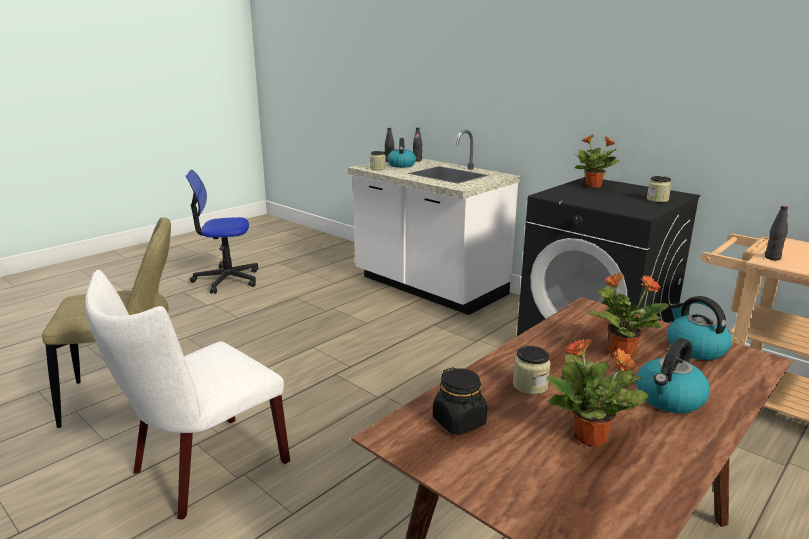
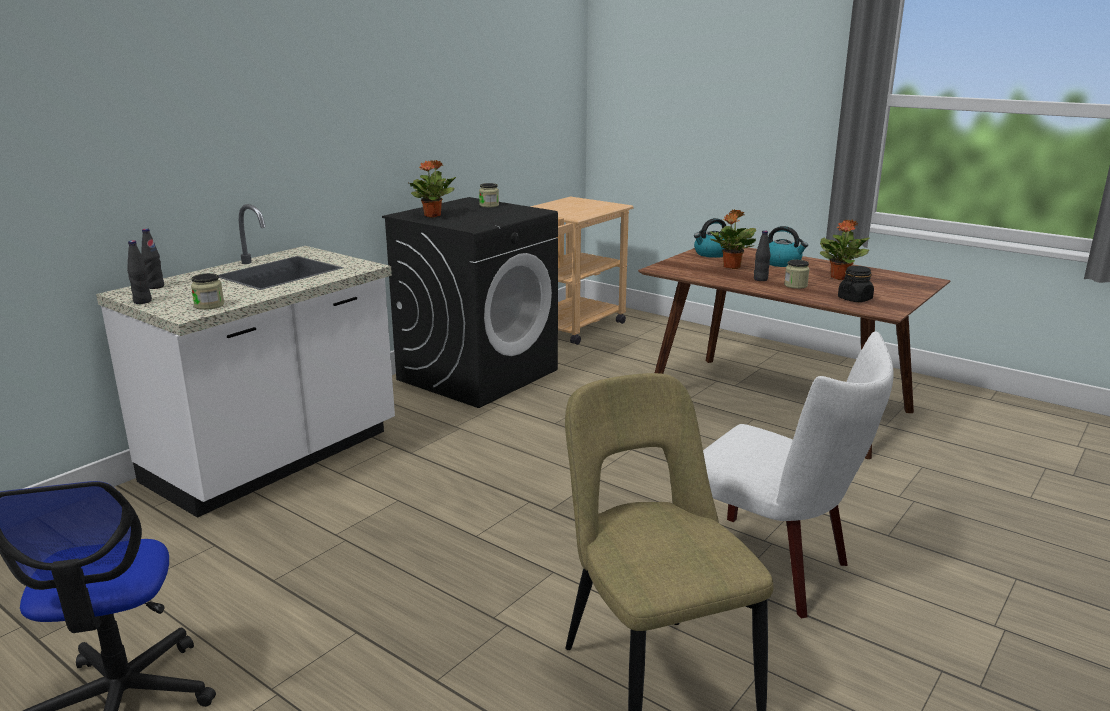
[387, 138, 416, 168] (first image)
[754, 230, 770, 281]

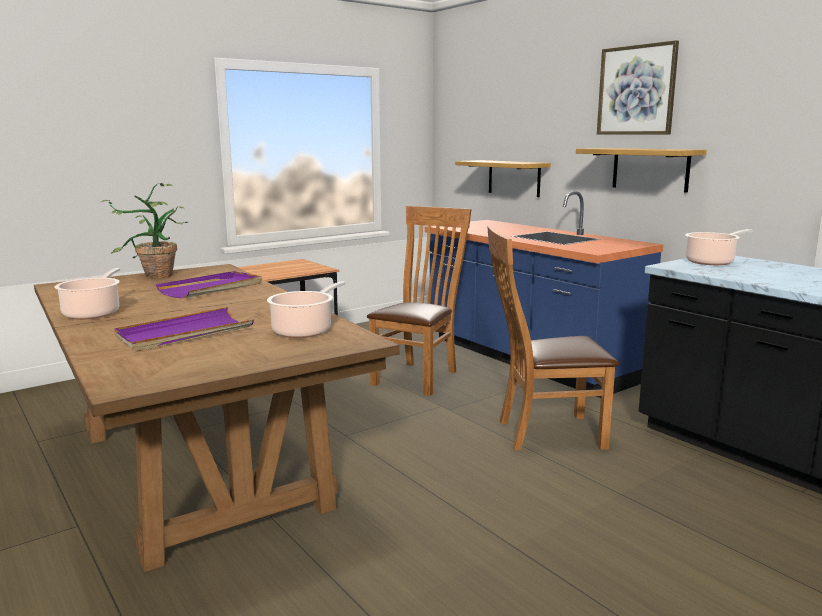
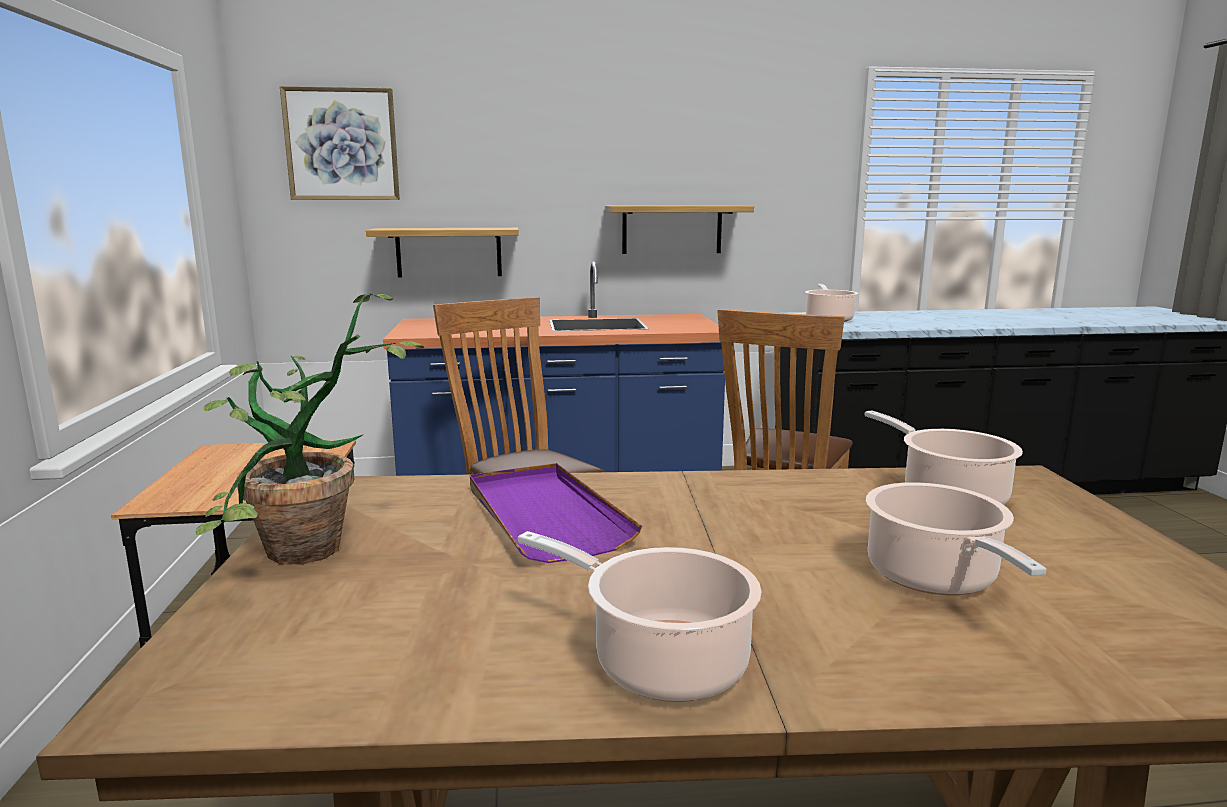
[280, 86, 400, 200]
[866, 482, 1046, 596]

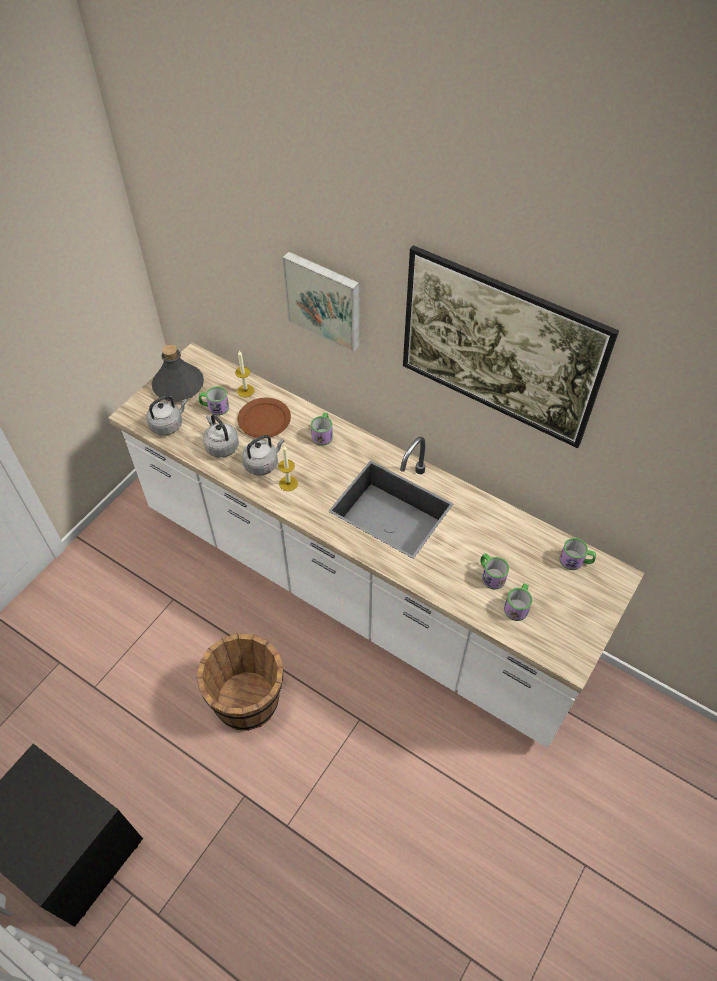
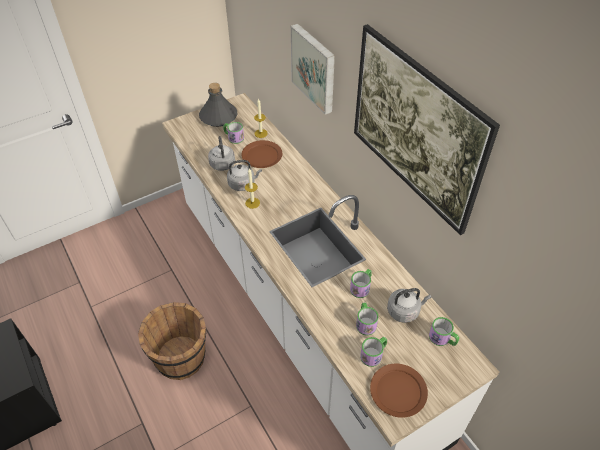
[370, 363, 428, 418]
[387, 288, 431, 323]
[350, 269, 372, 298]

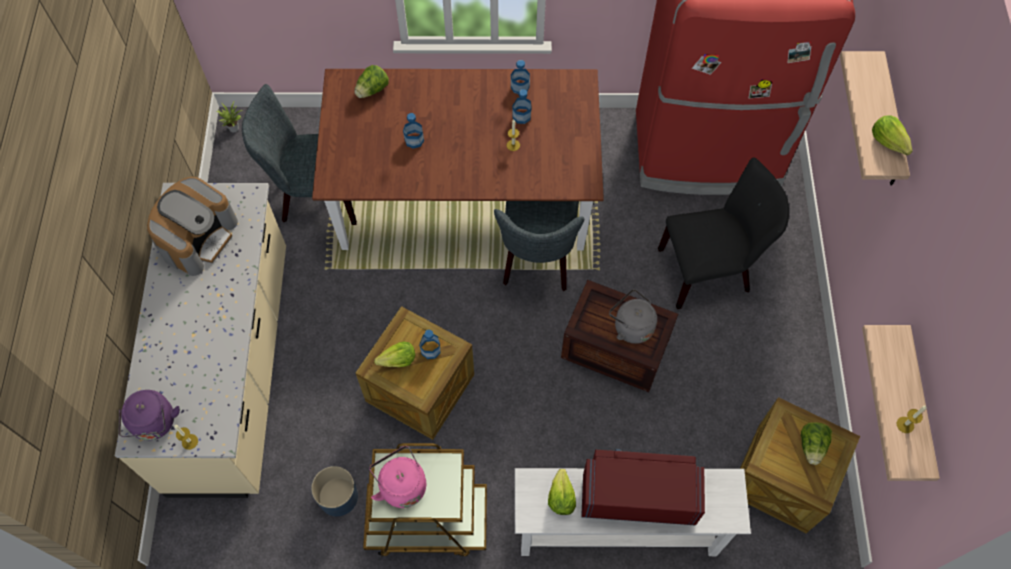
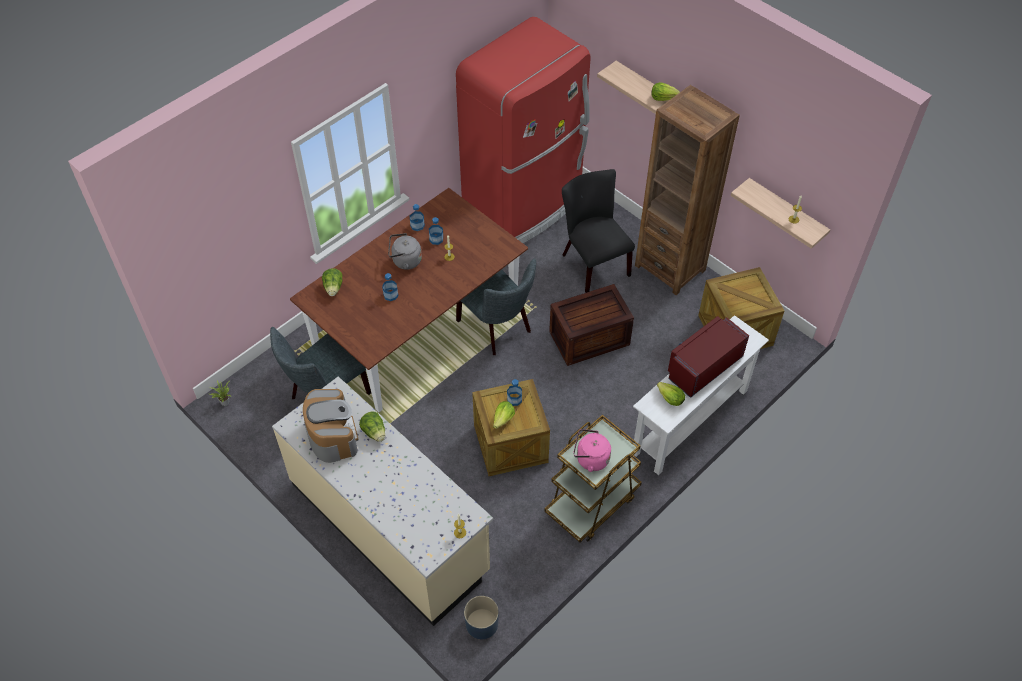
[118, 390, 180, 441] (first image)
[635, 85, 740, 295]
[464, 596, 499, 639]
[388, 233, 422, 270]
[359, 412, 385, 442]
[562, 169, 635, 293]

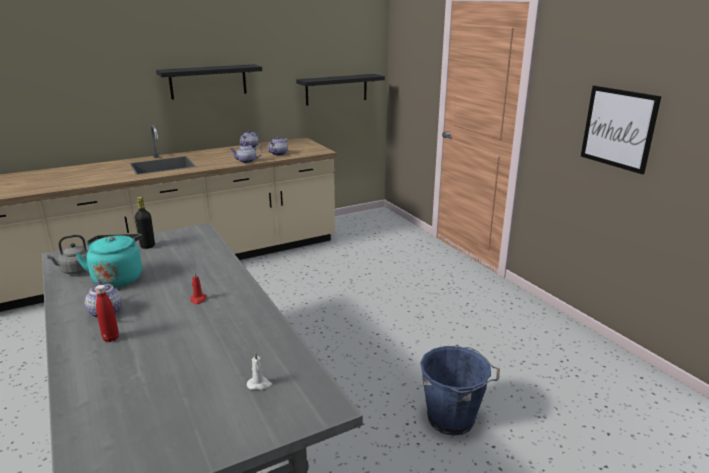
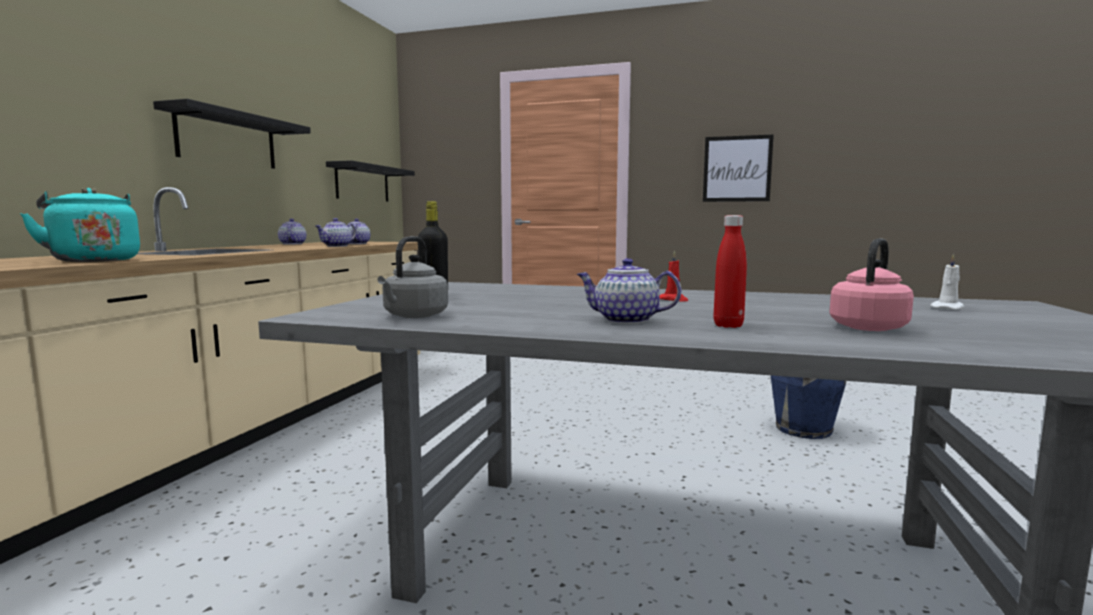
[829, 238, 914, 331]
[20, 188, 140, 262]

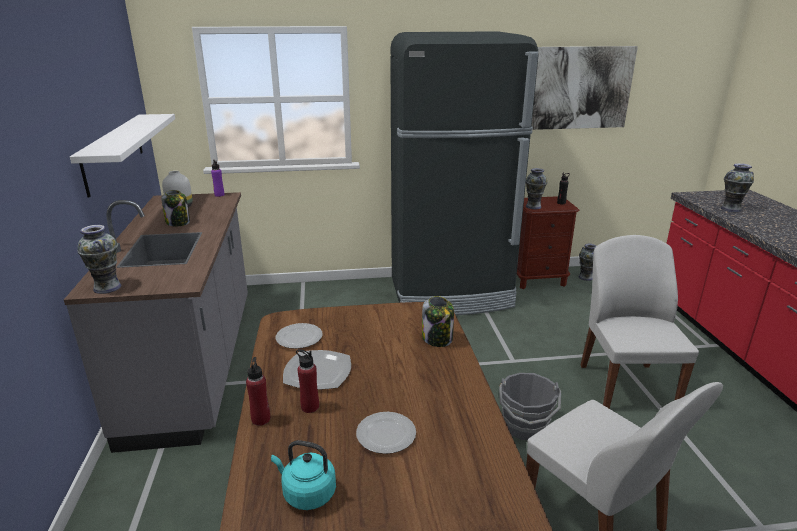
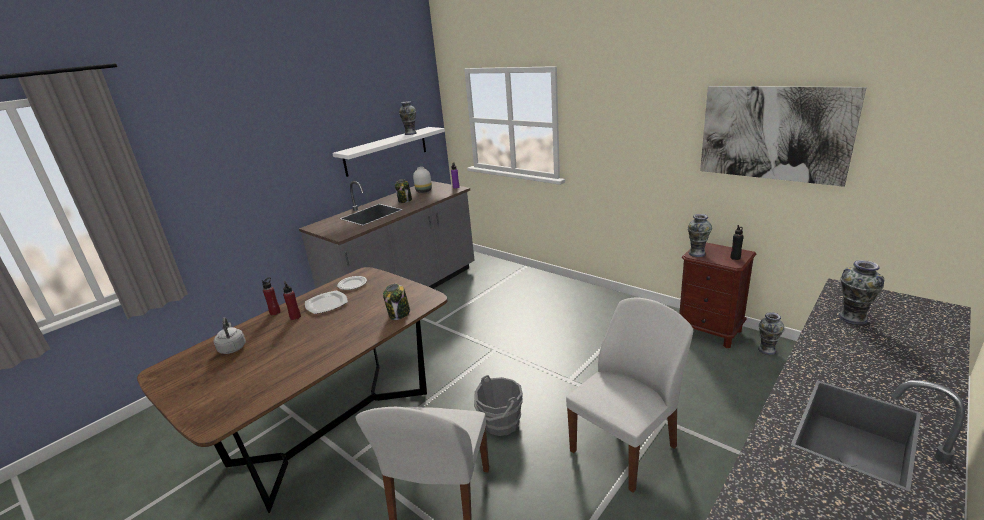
[356, 412, 416, 454] (first image)
[390, 31, 539, 315] (first image)
[399, 101, 416, 135]
[214, 317, 246, 354]

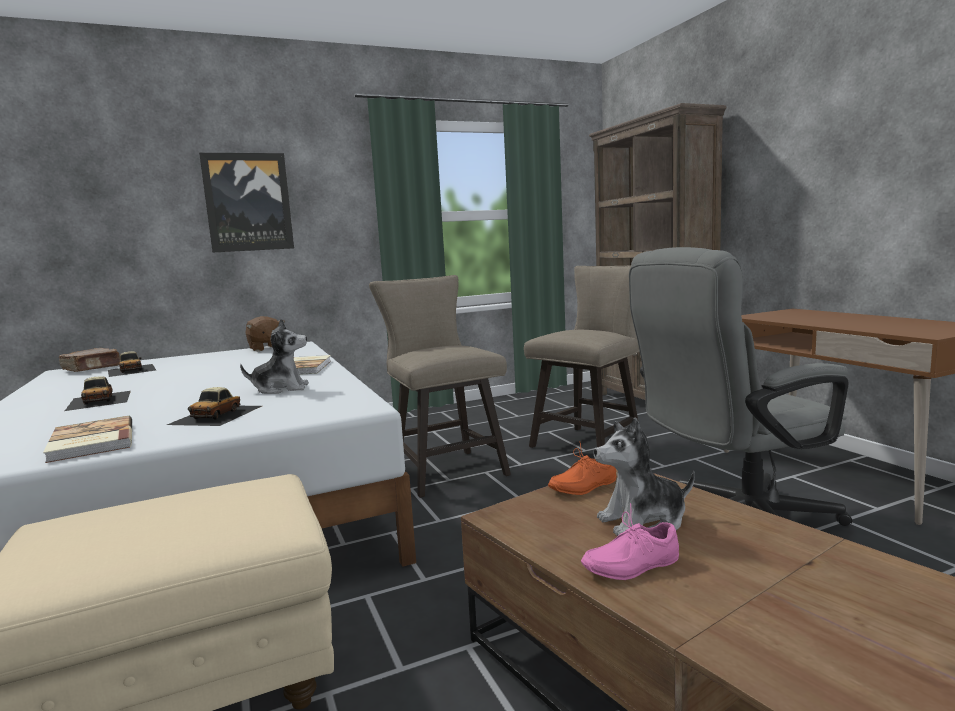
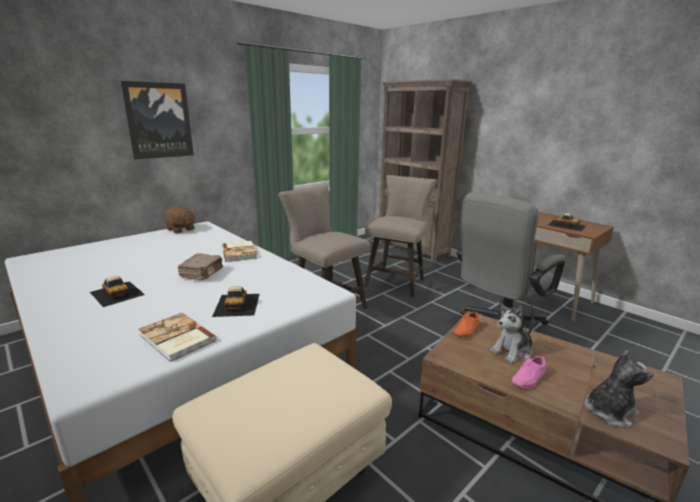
[178, 253, 223, 280]
[548, 213, 586, 232]
[585, 350, 653, 427]

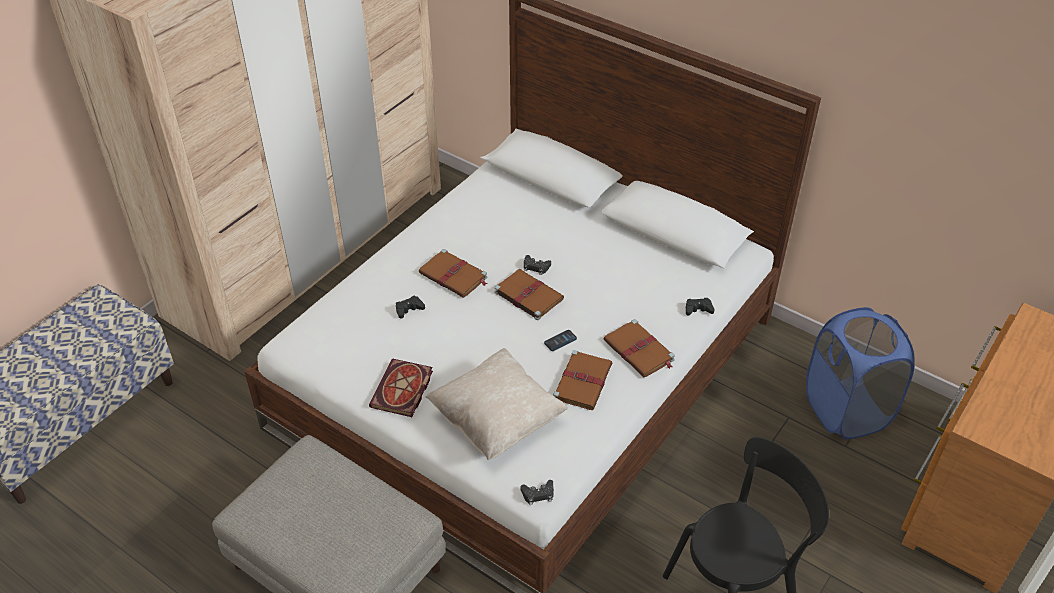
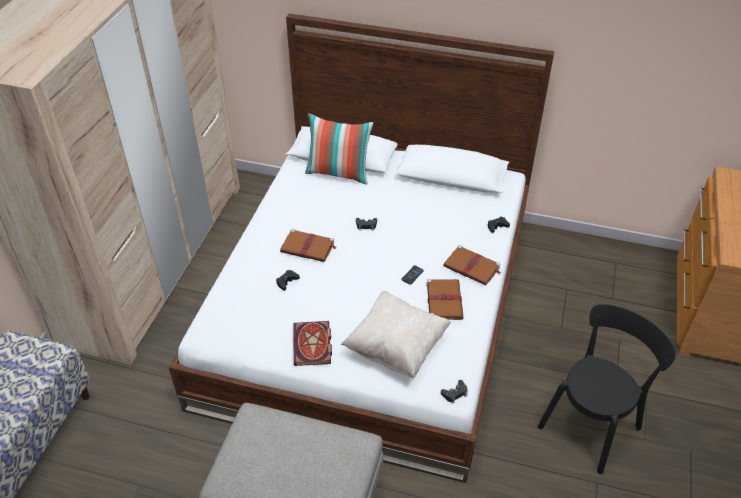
[494, 269, 564, 320] (first image)
[806, 307, 915, 440] (first image)
[305, 113, 373, 185]

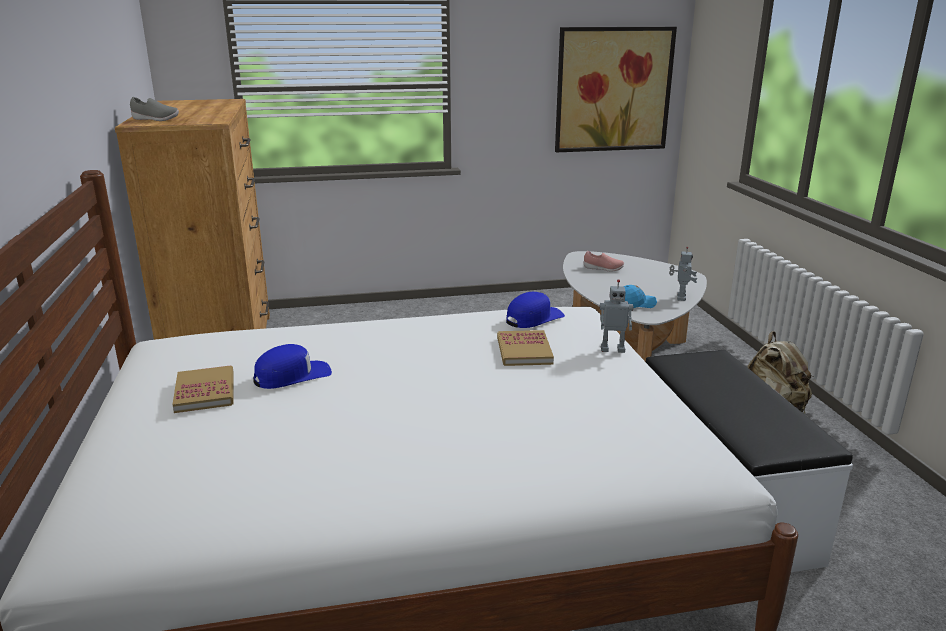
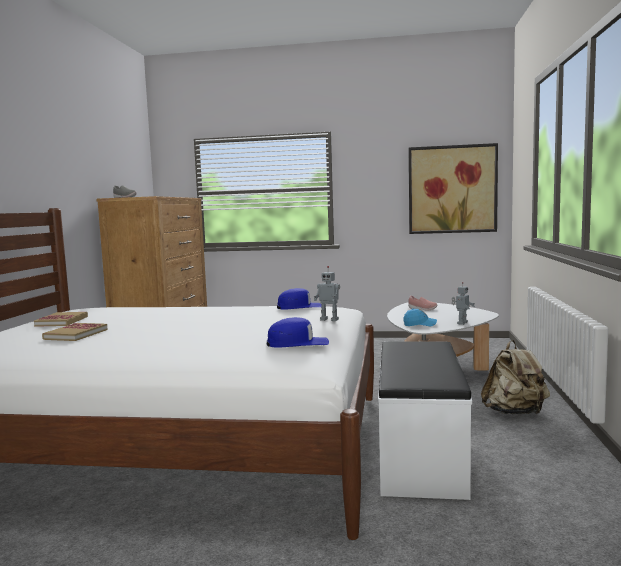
[267, 317, 329, 348]
[42, 323, 108, 341]

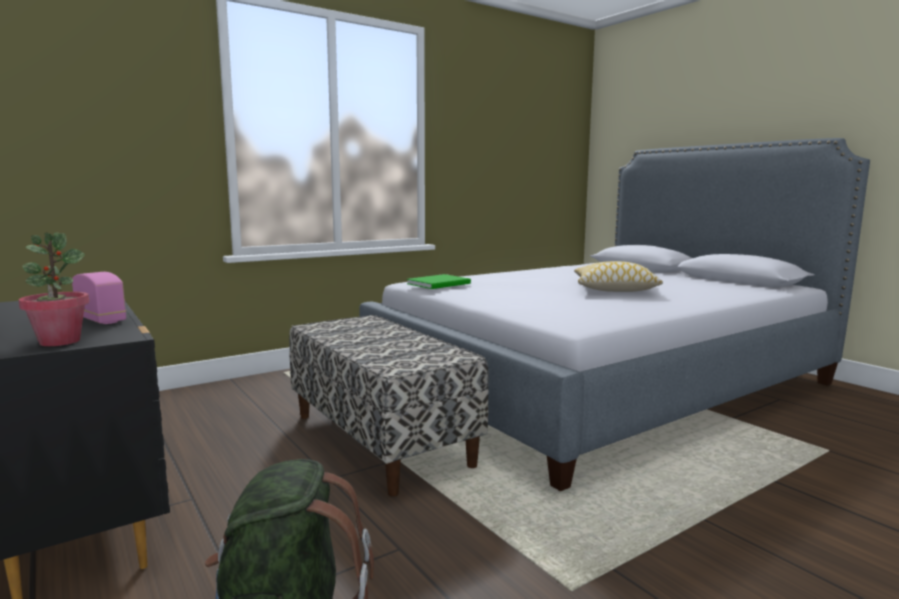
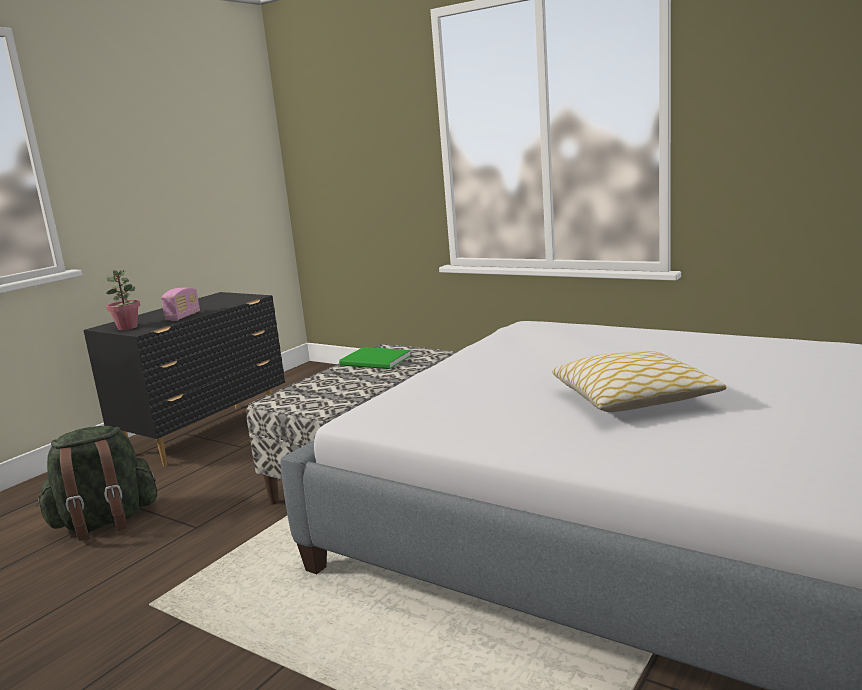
[339, 347, 411, 369]

